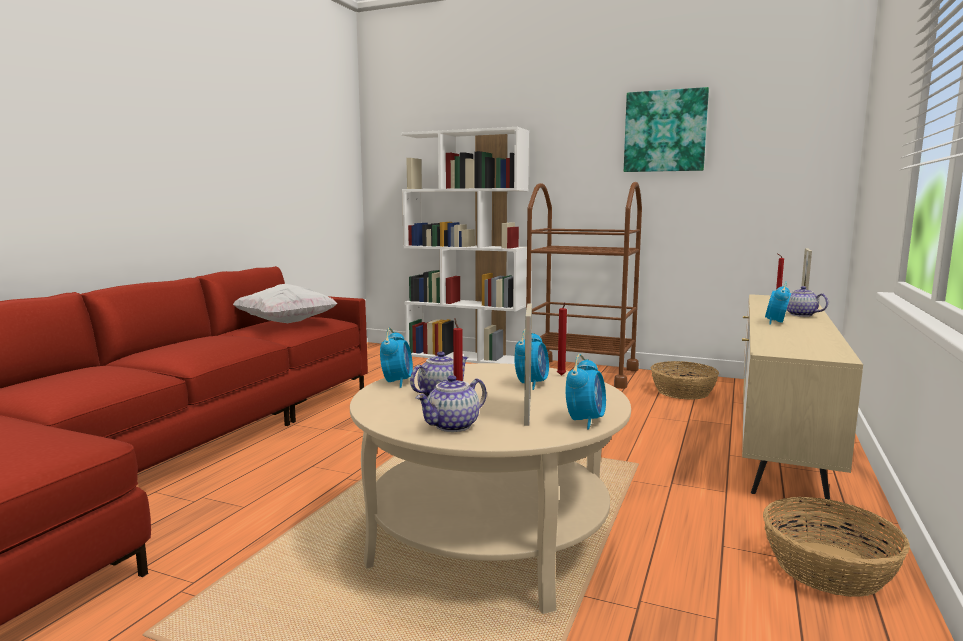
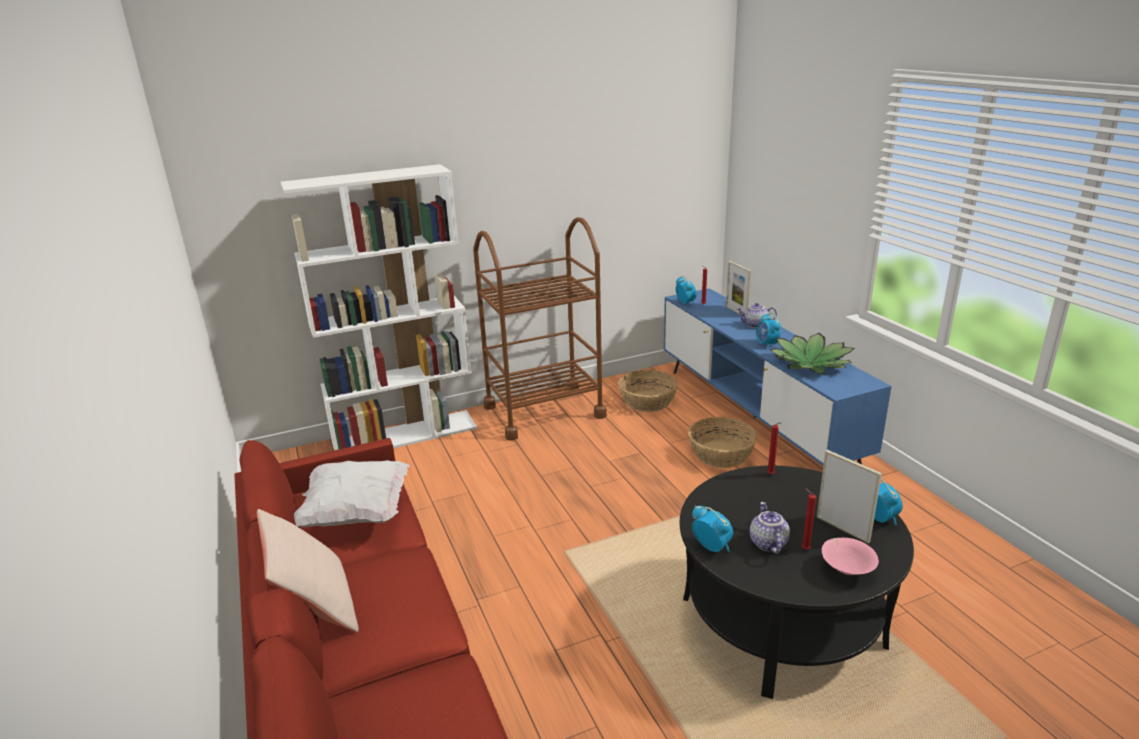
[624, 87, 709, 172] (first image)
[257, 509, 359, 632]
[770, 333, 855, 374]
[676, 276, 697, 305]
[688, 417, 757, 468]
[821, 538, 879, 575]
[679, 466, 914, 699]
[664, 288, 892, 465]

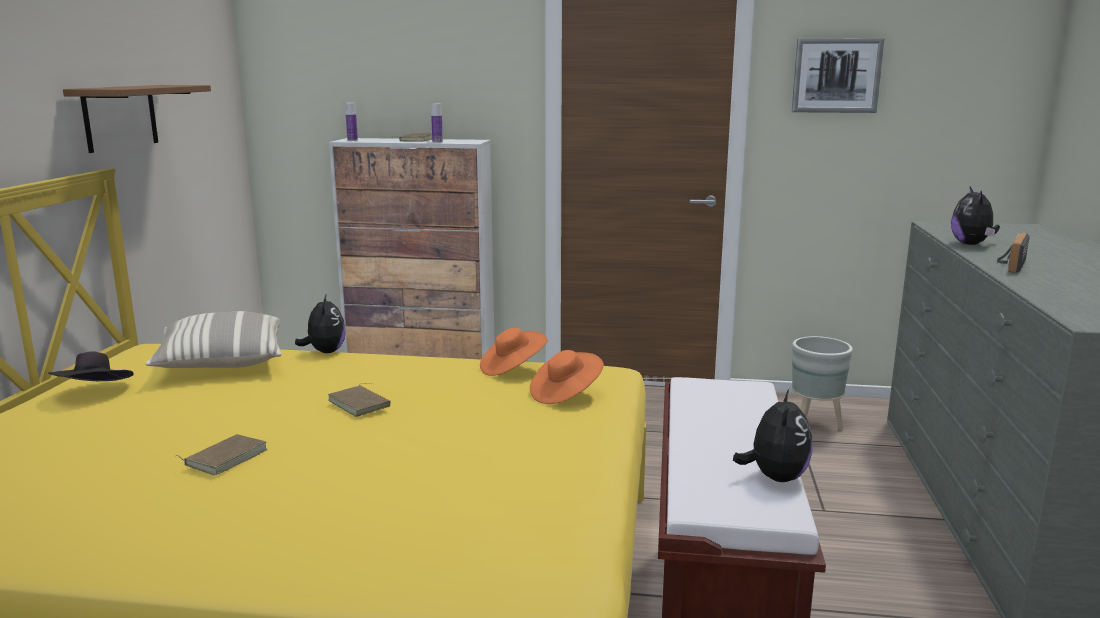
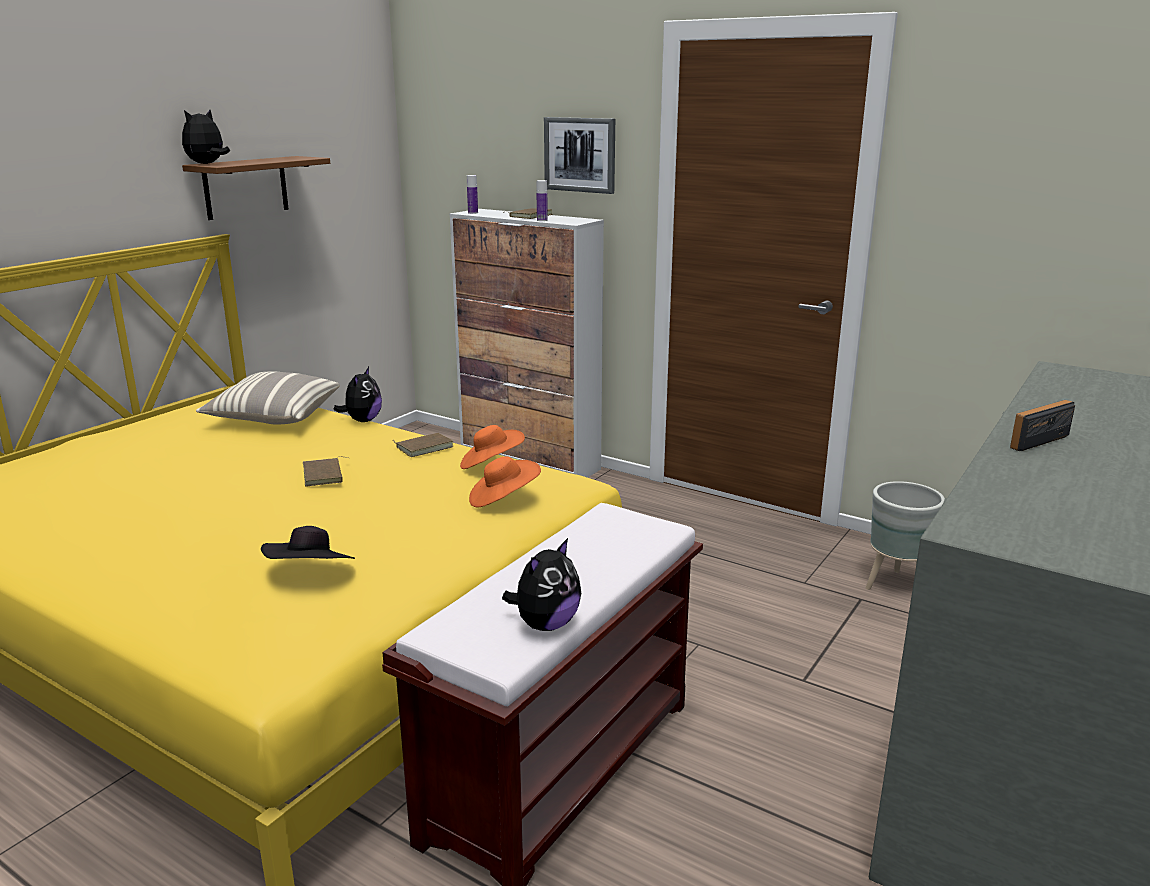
[261, 526, 355, 559]
[393, 433, 453, 457]
[544, 117, 615, 194]
[182, 110, 230, 164]

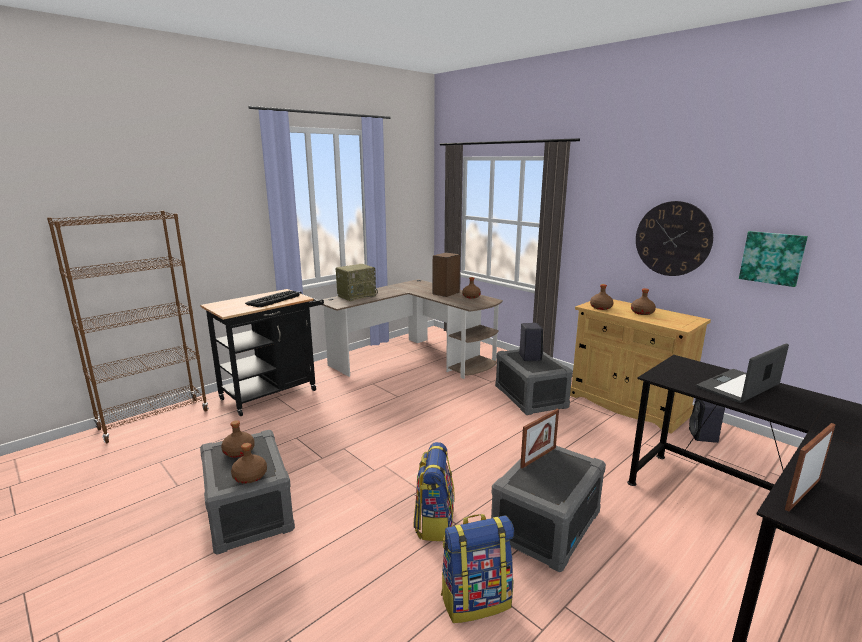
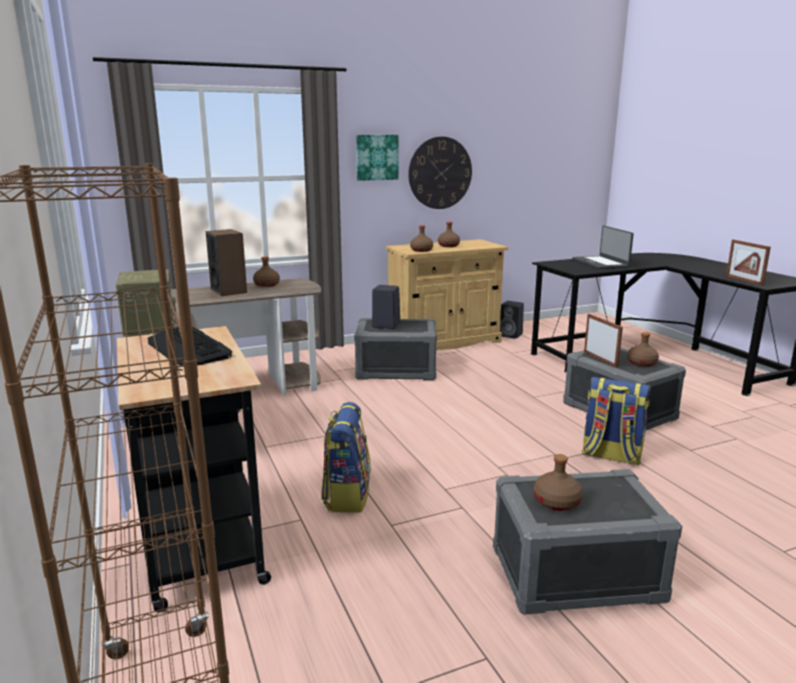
[627, 332, 659, 367]
[321, 402, 371, 513]
[356, 135, 398, 181]

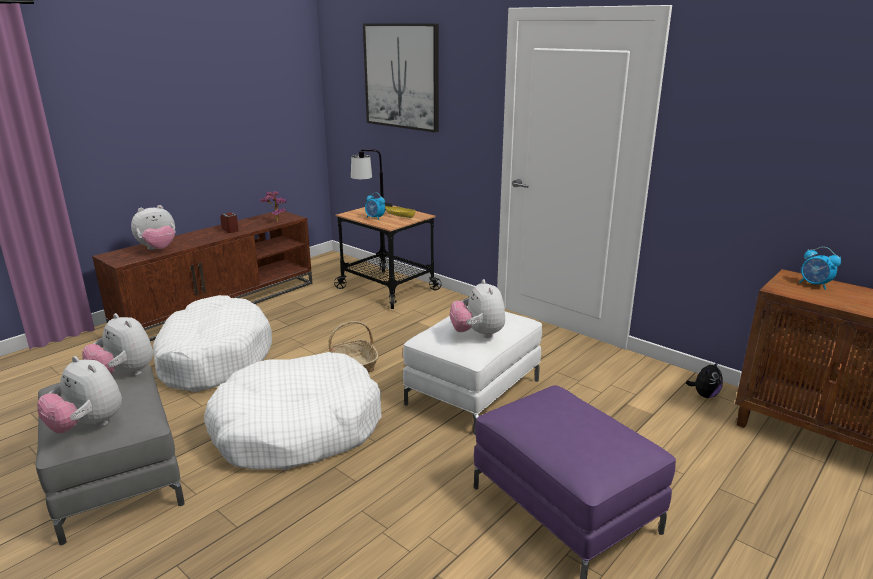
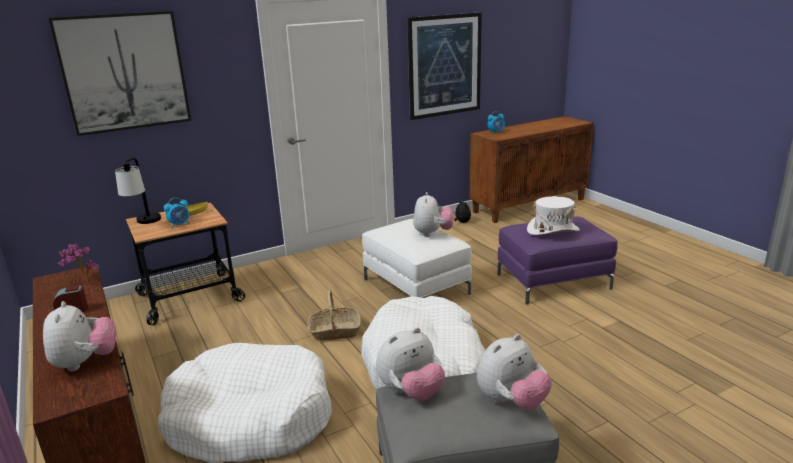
[407, 12, 482, 120]
[527, 196, 580, 235]
[413, 192, 454, 237]

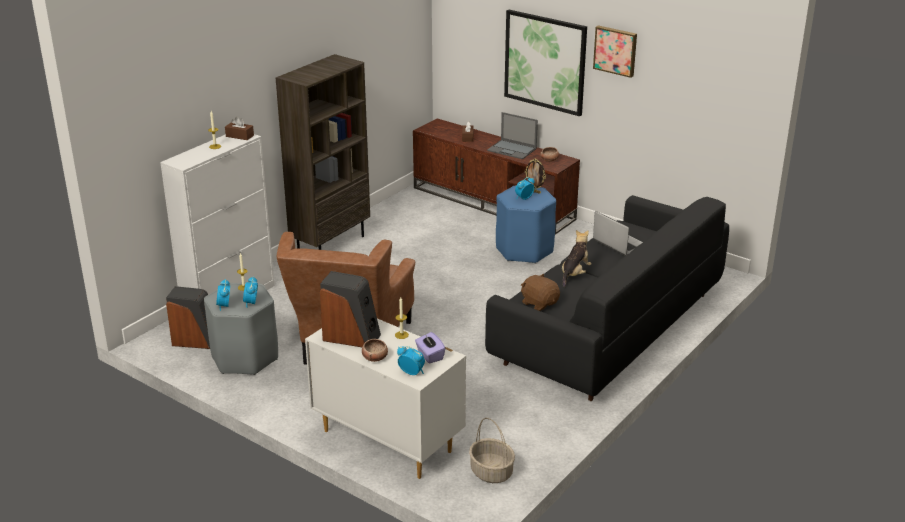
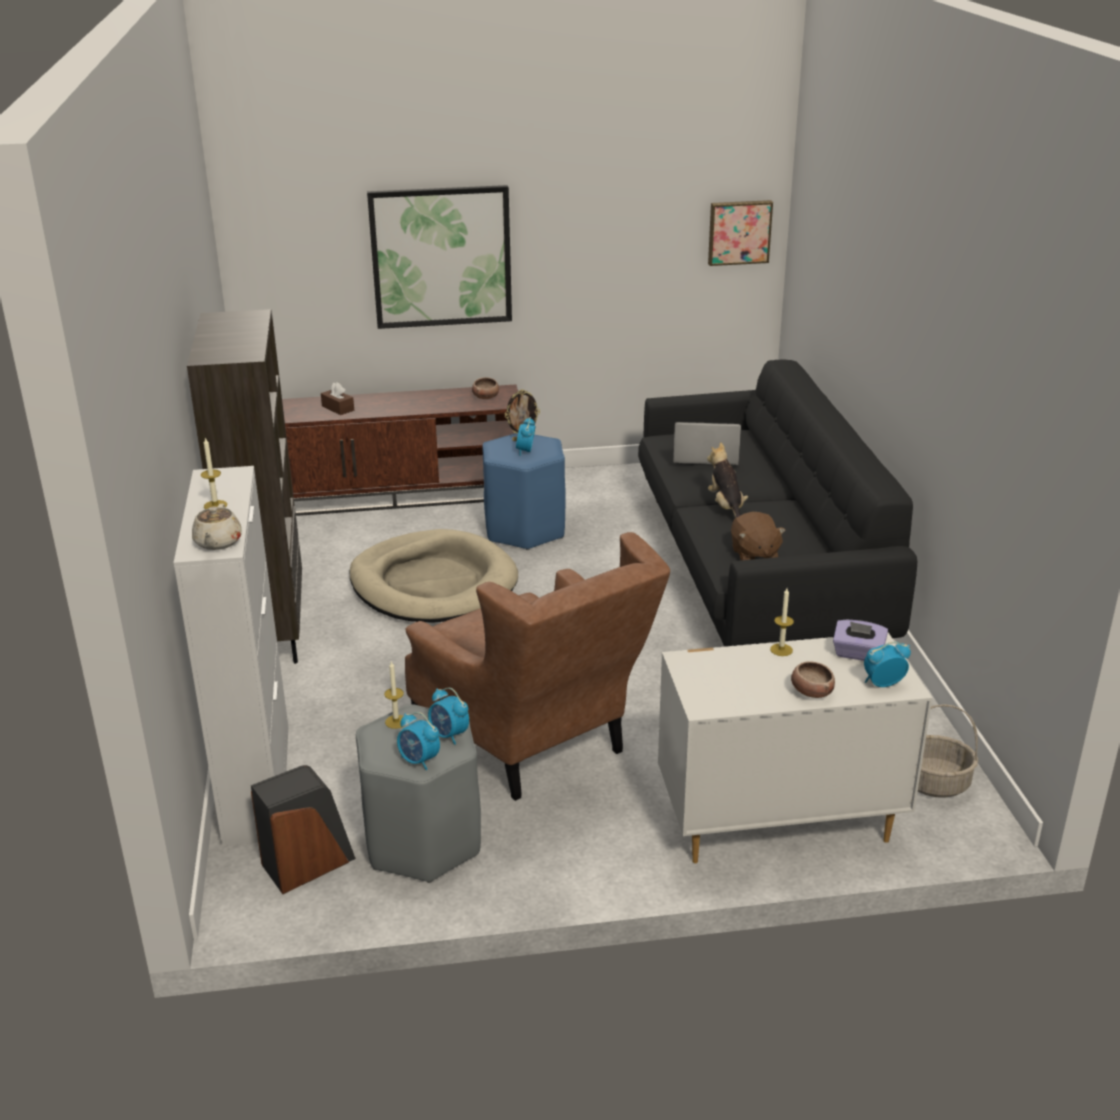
[225, 117, 254, 140] (first image)
[320, 271, 381, 347] (first image)
[487, 112, 538, 159] (first image)
[192, 504, 242, 550]
[349, 529, 518, 623]
[708, 200, 773, 266]
[731, 512, 786, 560]

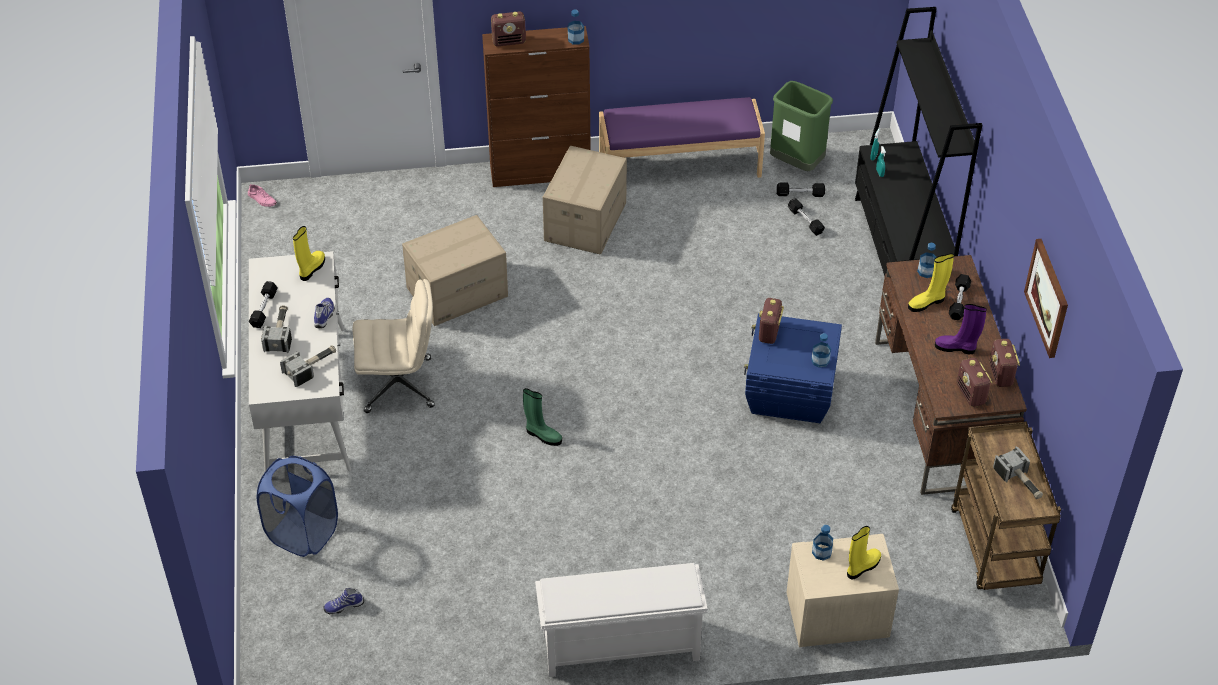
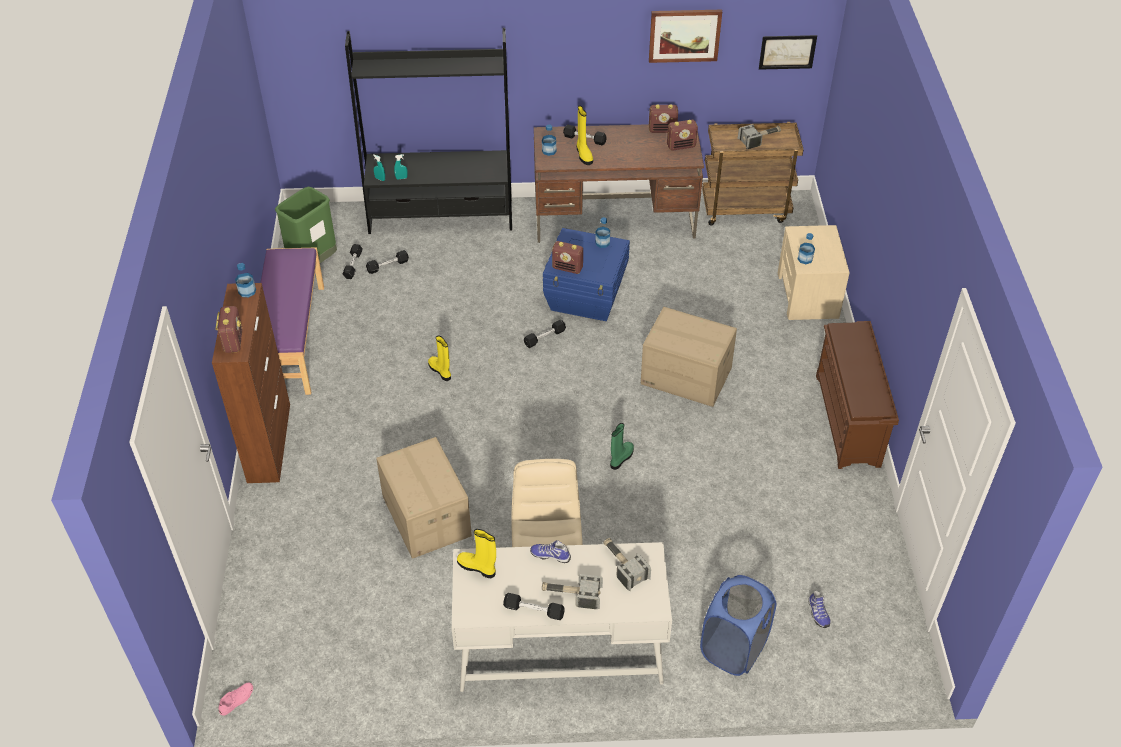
[935, 304, 987, 354] (first image)
[524, 320, 566, 348]
[759, 35, 817, 70]
[641, 307, 737, 407]
[428, 336, 451, 381]
[816, 321, 899, 469]

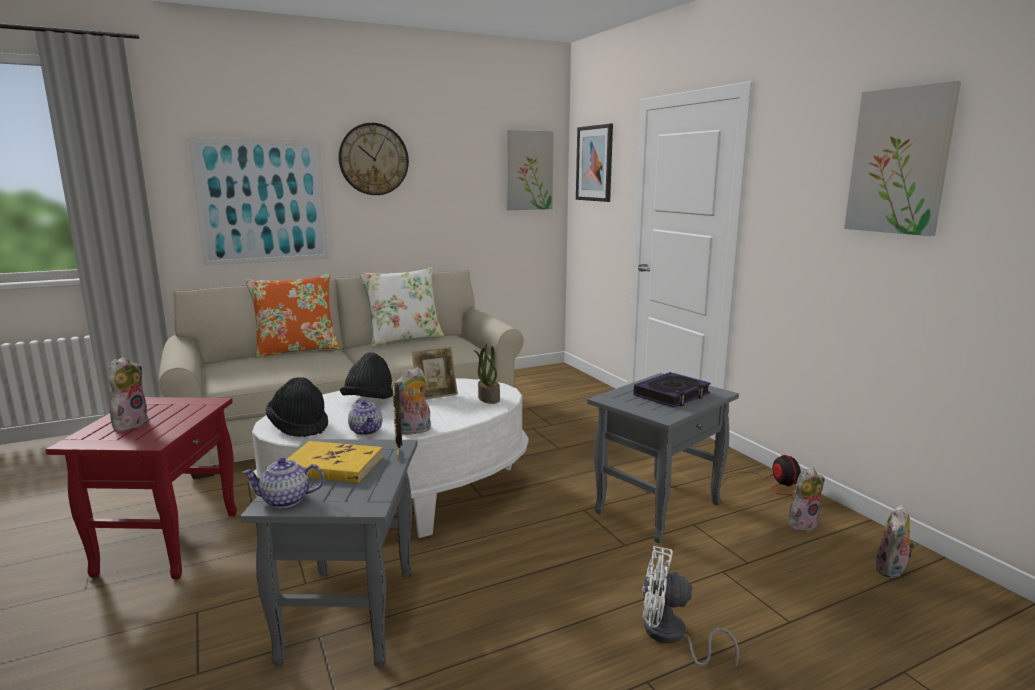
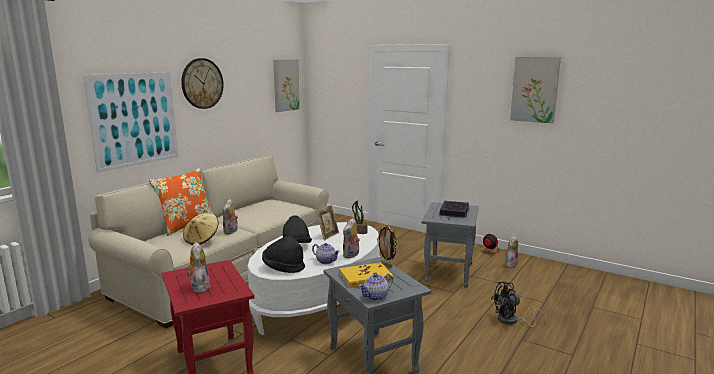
[360, 267, 444, 347] (first image)
[576, 123, 613, 202] (first image)
[183, 213, 219, 245]
[223, 199, 238, 235]
[491, 282, 546, 328]

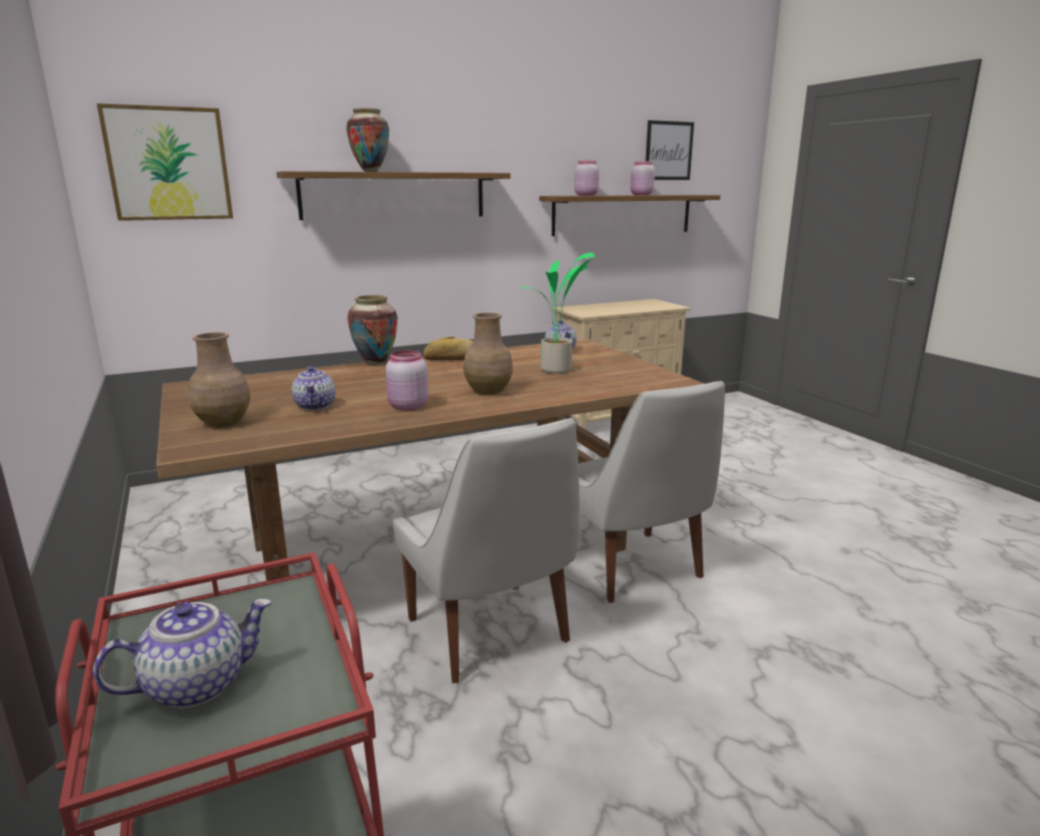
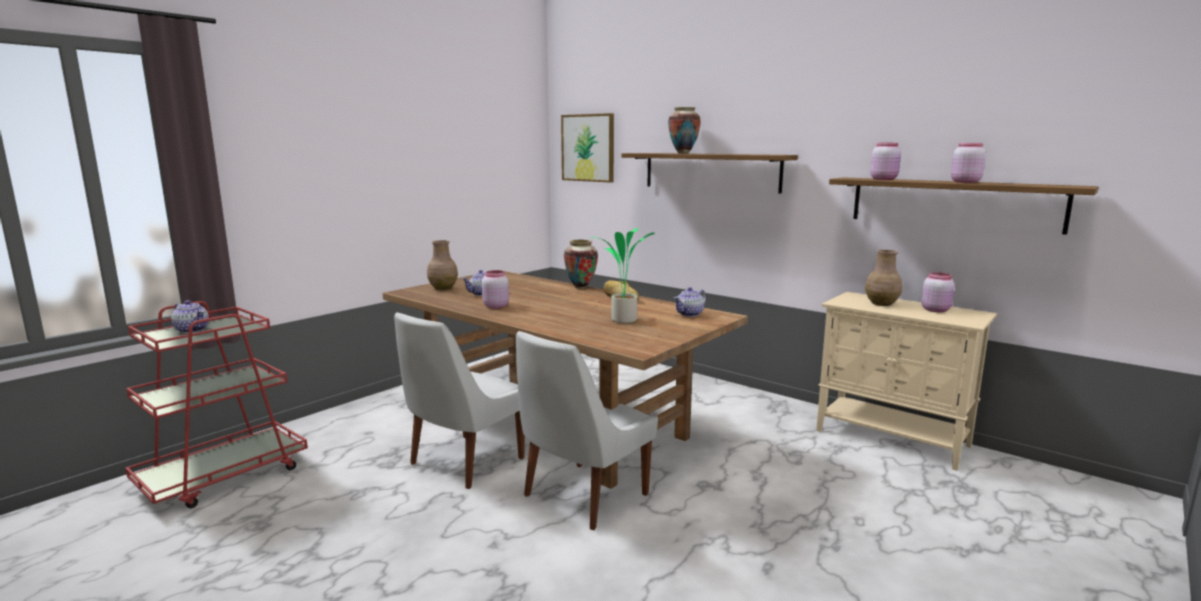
[646, 120, 694, 180] (first image)
[921, 272, 954, 312]
[865, 250, 902, 306]

